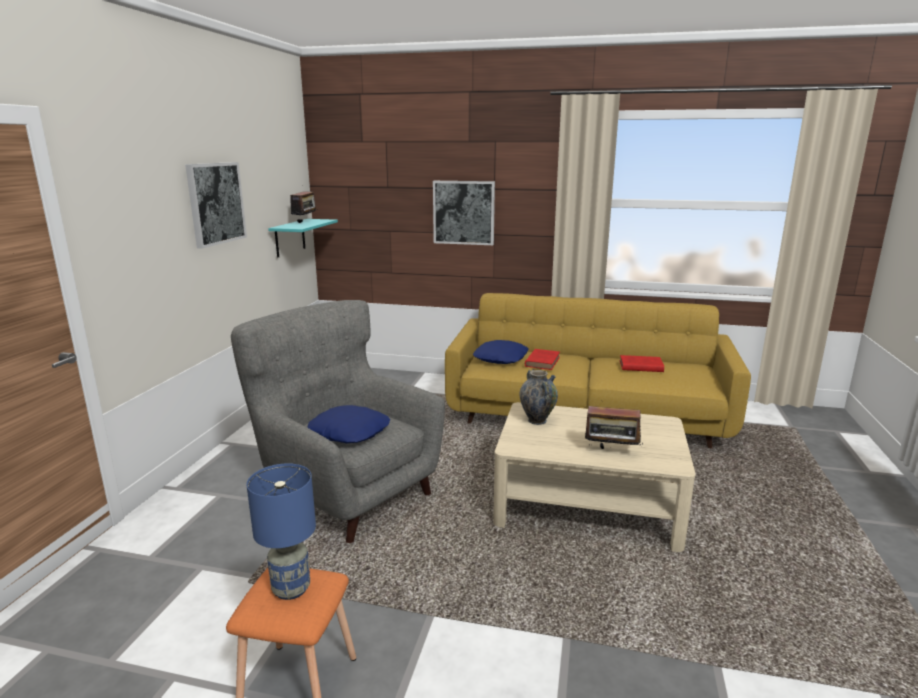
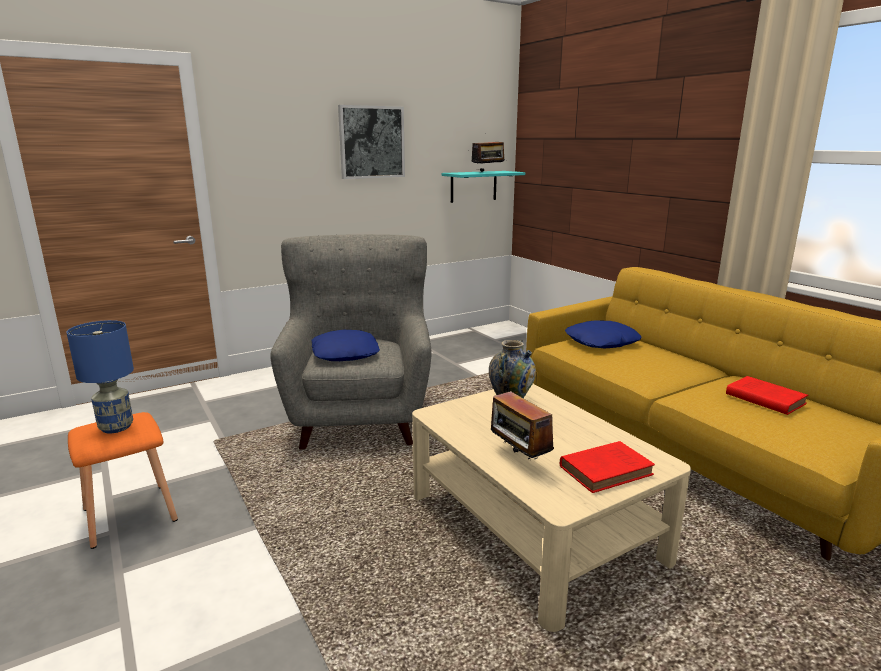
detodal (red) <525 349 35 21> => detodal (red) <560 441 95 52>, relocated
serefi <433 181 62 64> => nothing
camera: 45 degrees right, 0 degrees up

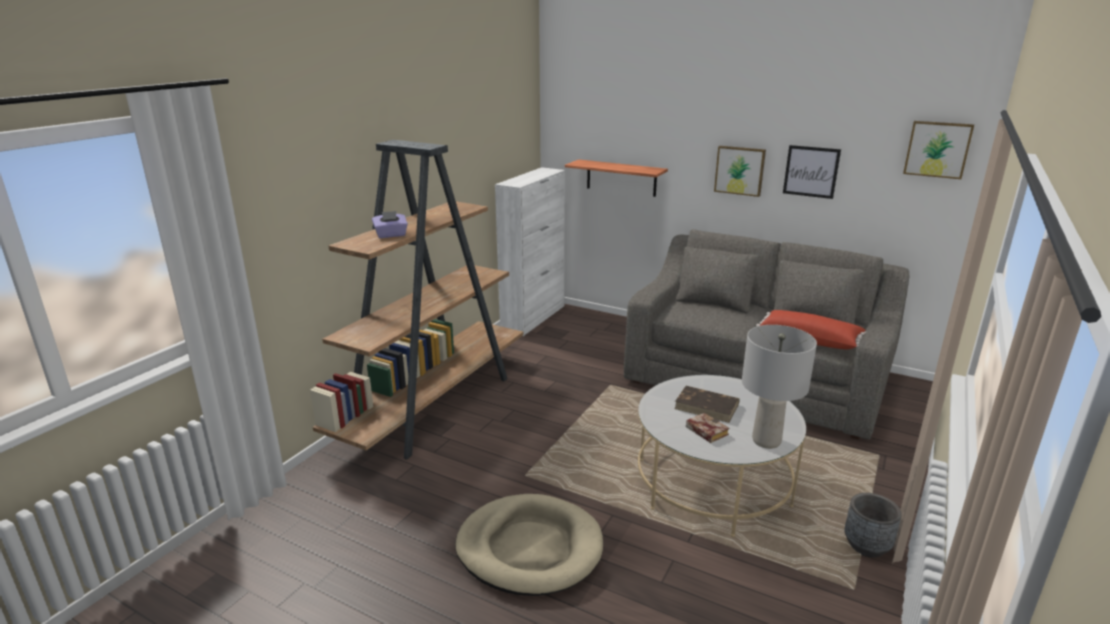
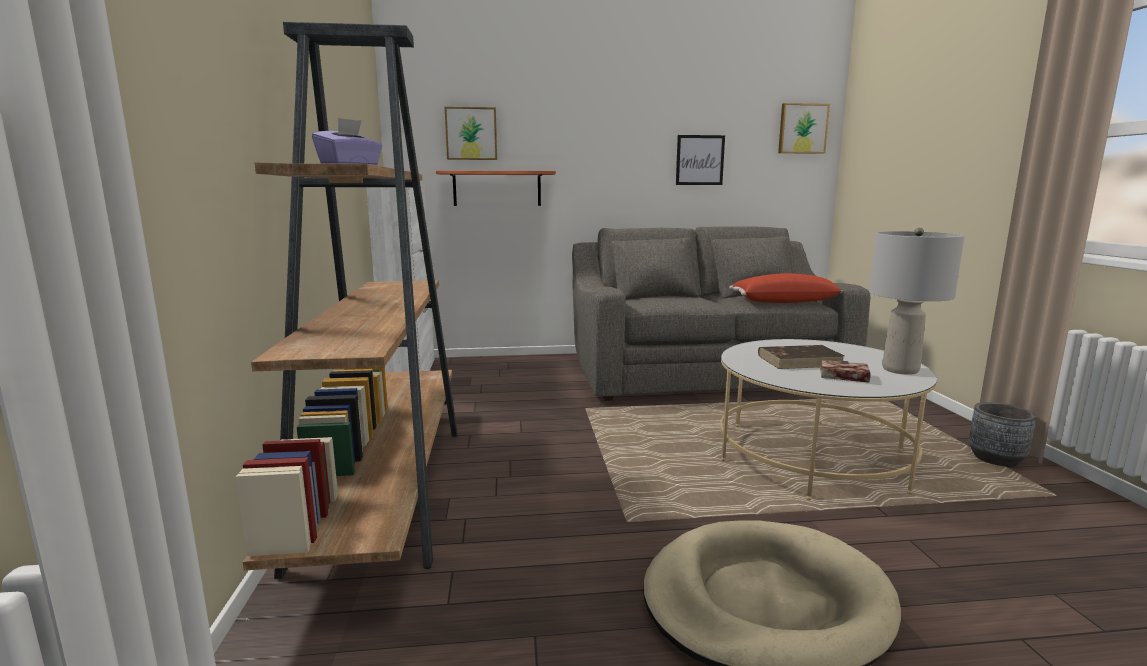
serefi <714 146 52 51> => serefi <445 107 52 53>, relocated
camera: 35 degrees left, 10 degrees down

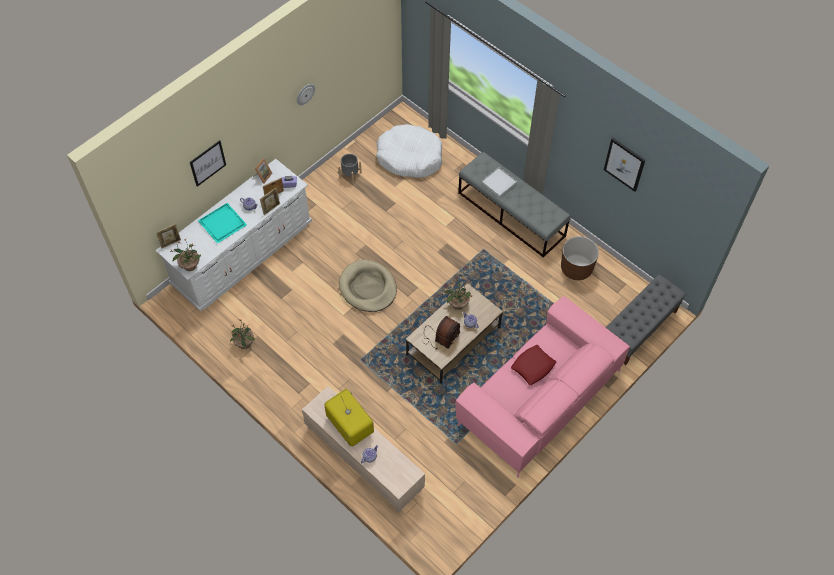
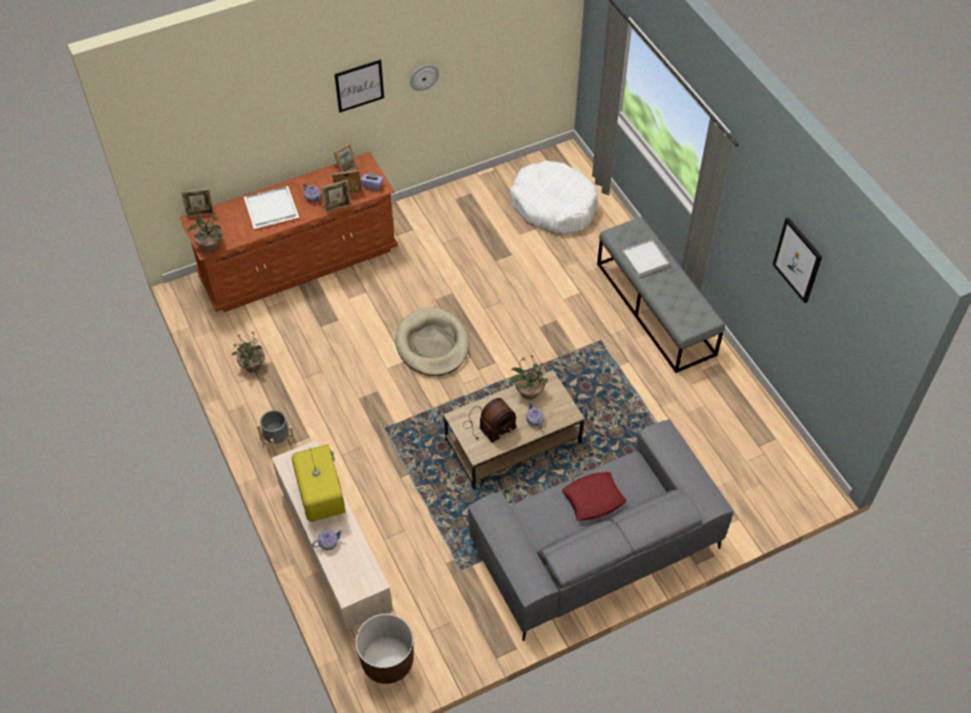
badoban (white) <156 159 156 152> => badoban (brown) <179 152 219 160>
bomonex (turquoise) <198 203 49 41> => bomonex (white) <244 186 55 43>
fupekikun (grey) <338 154 24 30> => fupekikun (grey) <257 410 38 46>, relocated
serefi <190 140 36 47> => serefi <334 59 50 54>, relocated
fupekikun (brown) <561 236 38 44> => fupekikun (brown) <355 614 59 70>, relocated
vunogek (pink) <456 296 174 182> => vunogek (grey) <468 420 266 221>
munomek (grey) <606 274 80 91> => nothing
camera: 20 degrees right, 5 degrees down

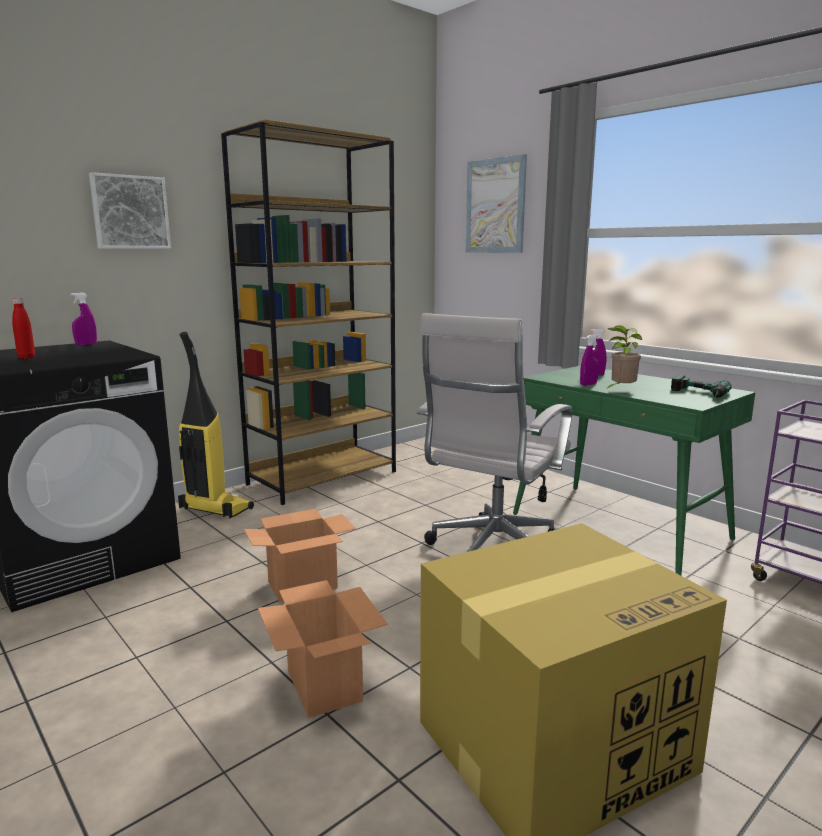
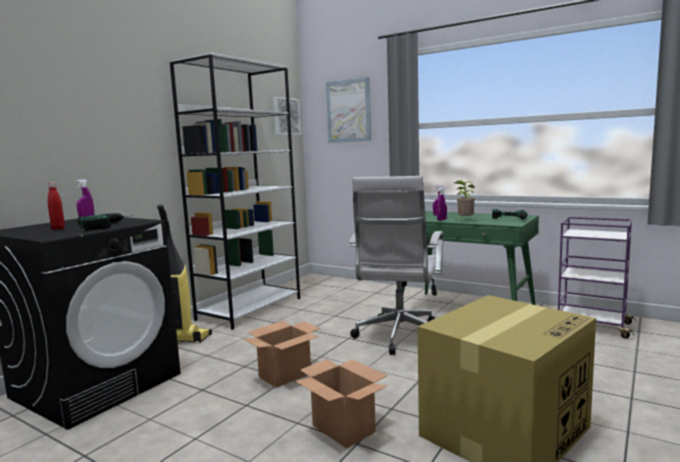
nothing => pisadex <78 213 55 18>
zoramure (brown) <221 119 175 386> => zoramure (white) <170 53 130 277>
serefi <89 172 82 77> => serefi <273 97 28 38>, relocated
camera: 15 degrees left, 5 degrees down

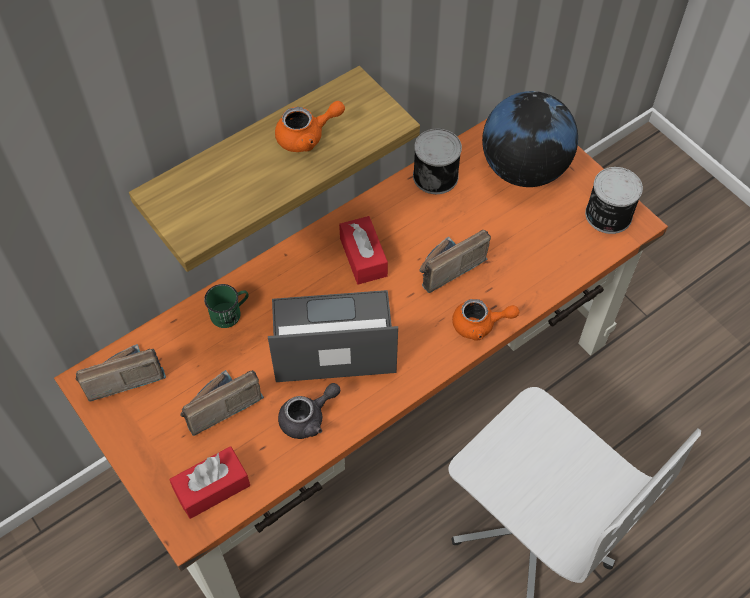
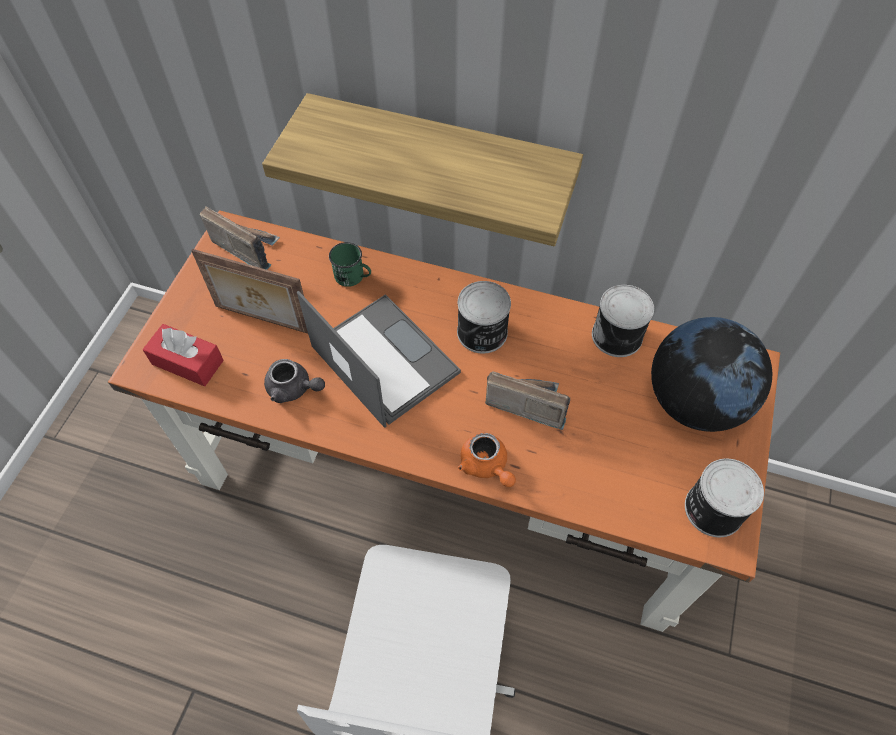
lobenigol <180 370 84 66> => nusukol <191 249 117 85>
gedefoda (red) <339 216 49 69> => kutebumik <457 281 54 72>
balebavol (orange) <275 101 70 51> => nothing
camera: 55 degrees right, 0 degrees up

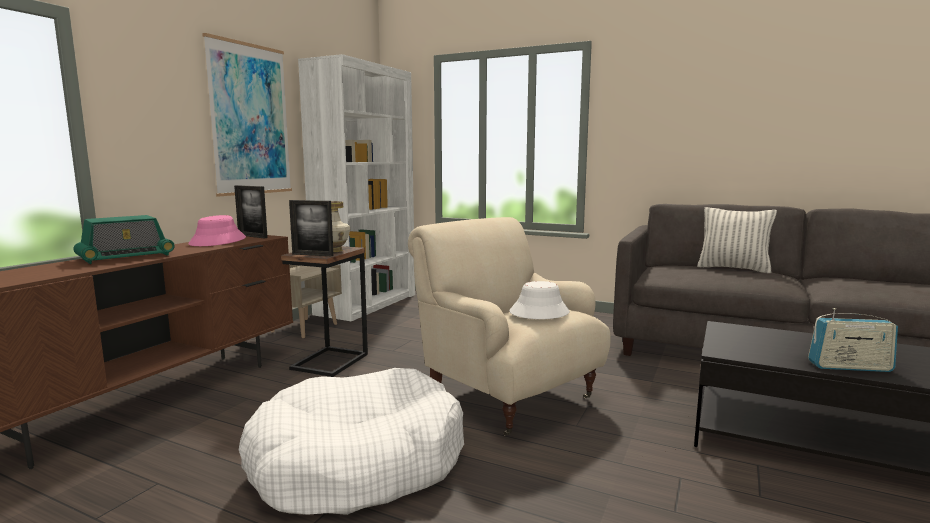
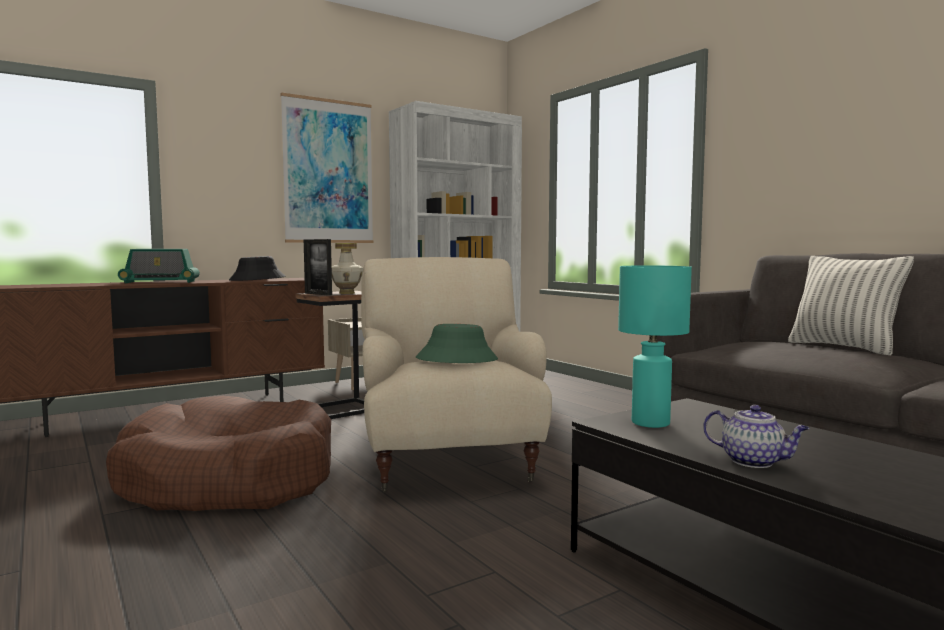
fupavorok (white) <239 368 225 147> => fupavorok (brown) <106 396 225 115>
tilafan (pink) <188 215 58 31> => tilafan (black) <229 256 56 25>
tilafan (white) <509 281 61 38> => tilafan (green) <416 324 82 39>
nothing => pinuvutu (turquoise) <618 266 74 162>
lobenigol <808 308 90 64> => balebavol <703 405 106 63>
nusukol <234 185 34 53> => nothing
camera: 30 degrees right, 5 degrees down

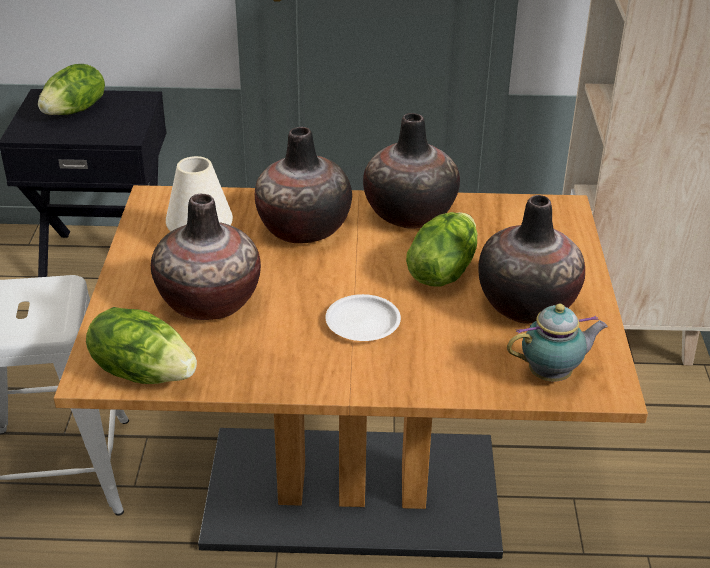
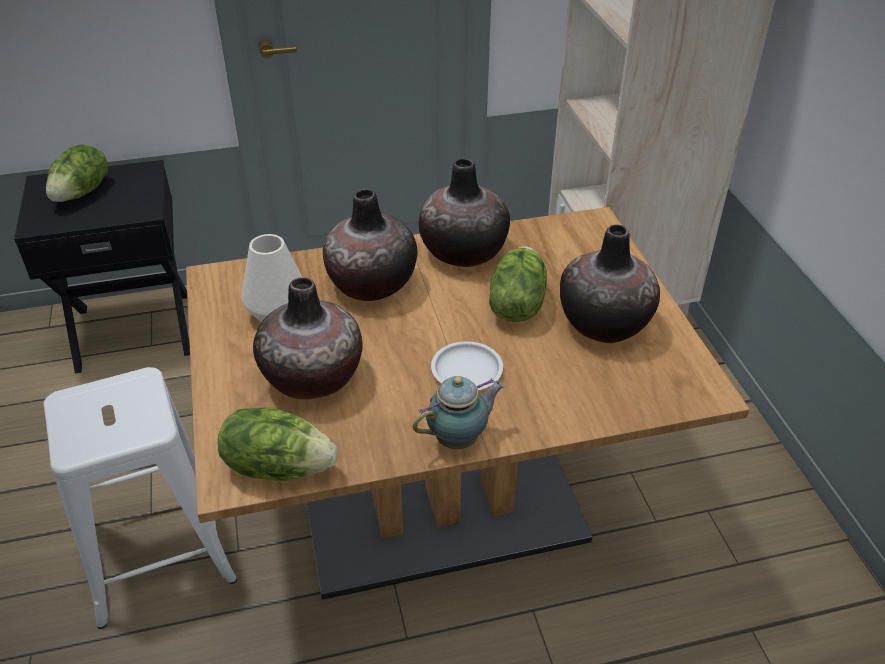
balebavol <507 304 101 78> => balebavol <413 376 91 73>, relocated
camera: 15 degrees left, 5 degrees up

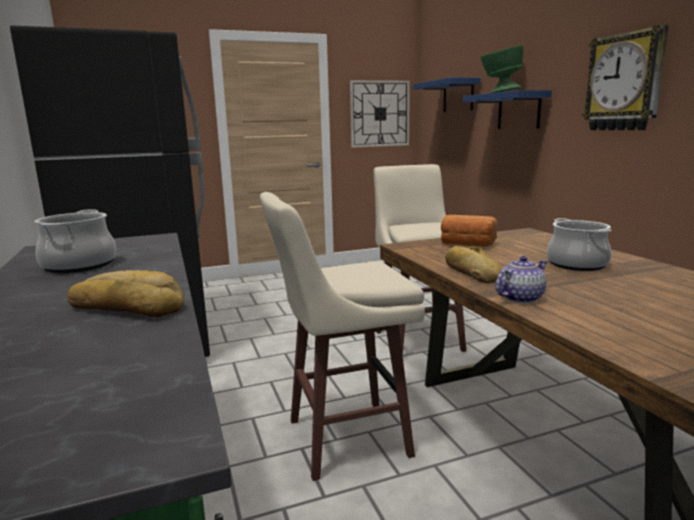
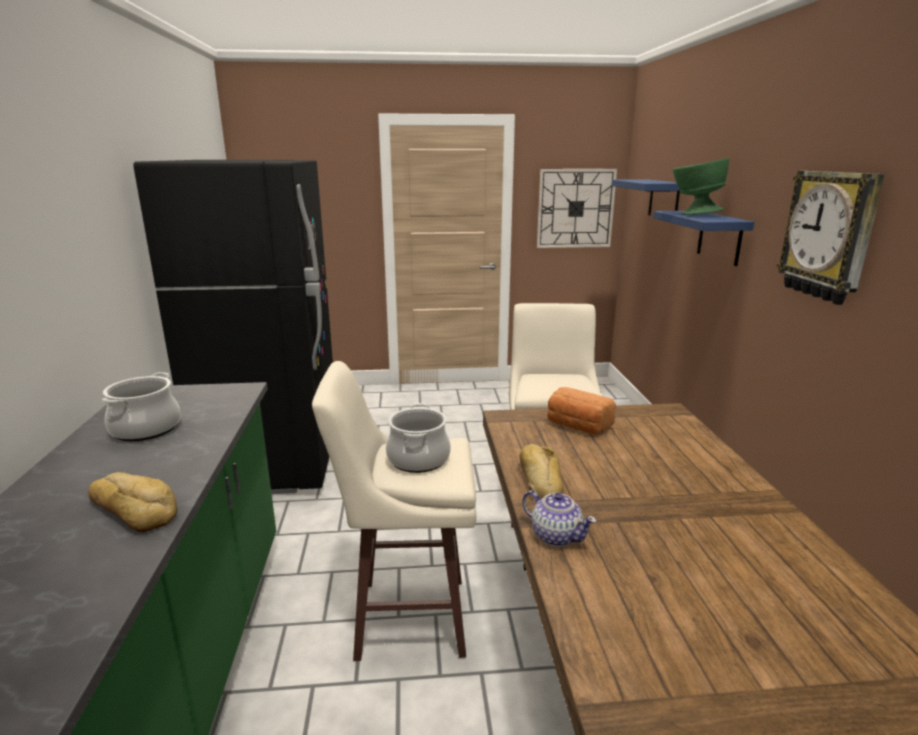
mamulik <547 218 65 53> => mamulik <386 403 65 70>, relocated
balebavol <495 256 53 47> => balebavol <522 490 75 57>, 60 degrees clockwise
camera: 15 degrees right, 5 degrees up

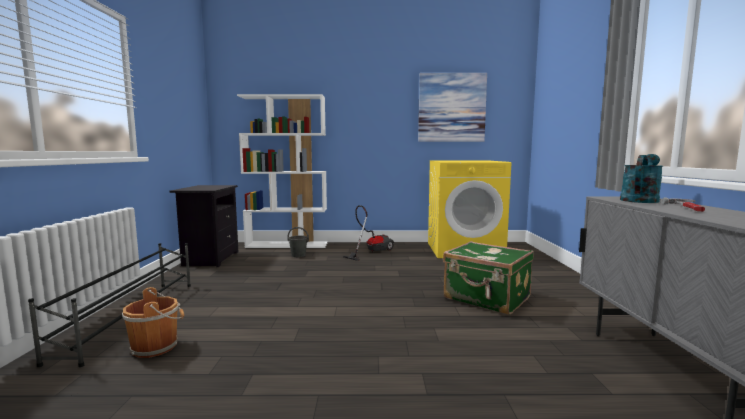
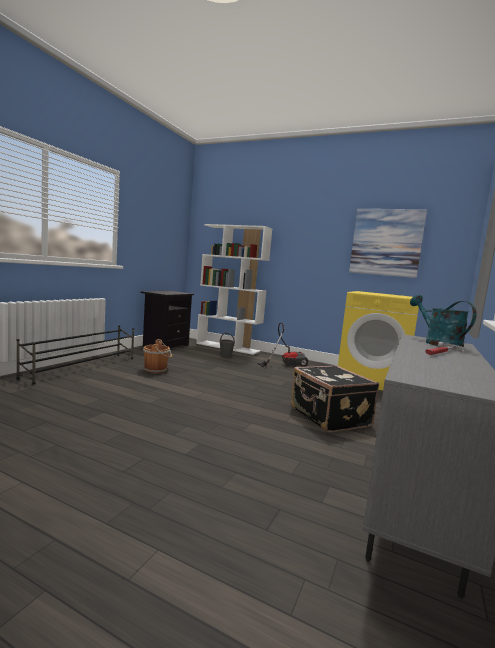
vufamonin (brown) <122 287 62 71> => vufamonin (brown) <143 339 29 35>, relocated
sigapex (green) <443 241 91 74> => sigapex (black) <291 365 88 67>
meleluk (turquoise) <620 154 43 49> => meleluk (turquoise) <410 295 67 52>, 90 degrees counterclockwise
camera: 25 degrees right, 0 degrees up

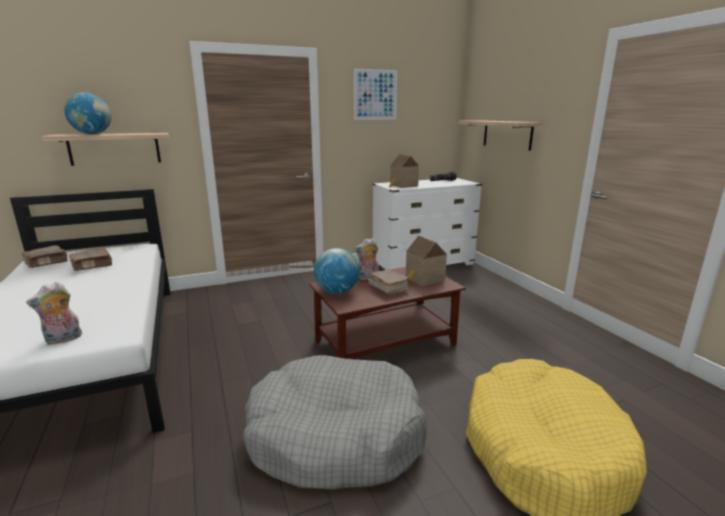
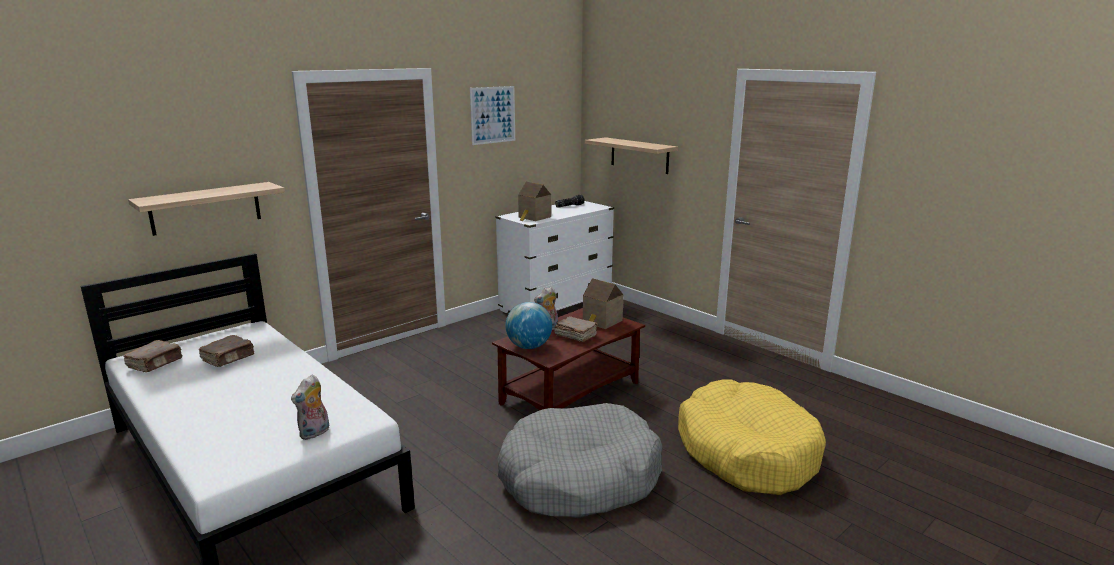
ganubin <64 92 47 43> => nothing
camera: 20 degrees left, 0 degrees up

